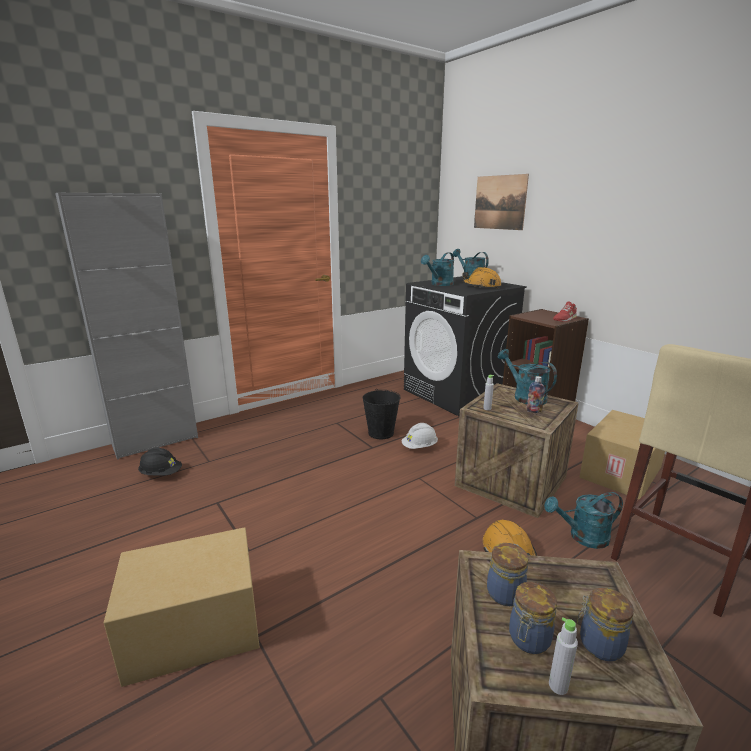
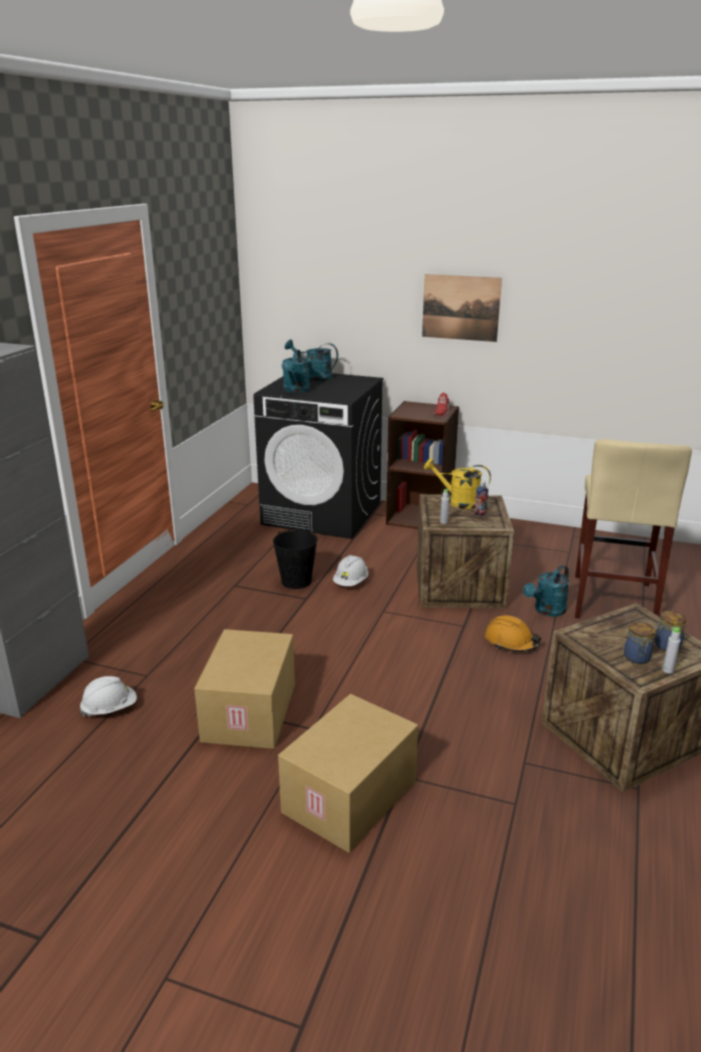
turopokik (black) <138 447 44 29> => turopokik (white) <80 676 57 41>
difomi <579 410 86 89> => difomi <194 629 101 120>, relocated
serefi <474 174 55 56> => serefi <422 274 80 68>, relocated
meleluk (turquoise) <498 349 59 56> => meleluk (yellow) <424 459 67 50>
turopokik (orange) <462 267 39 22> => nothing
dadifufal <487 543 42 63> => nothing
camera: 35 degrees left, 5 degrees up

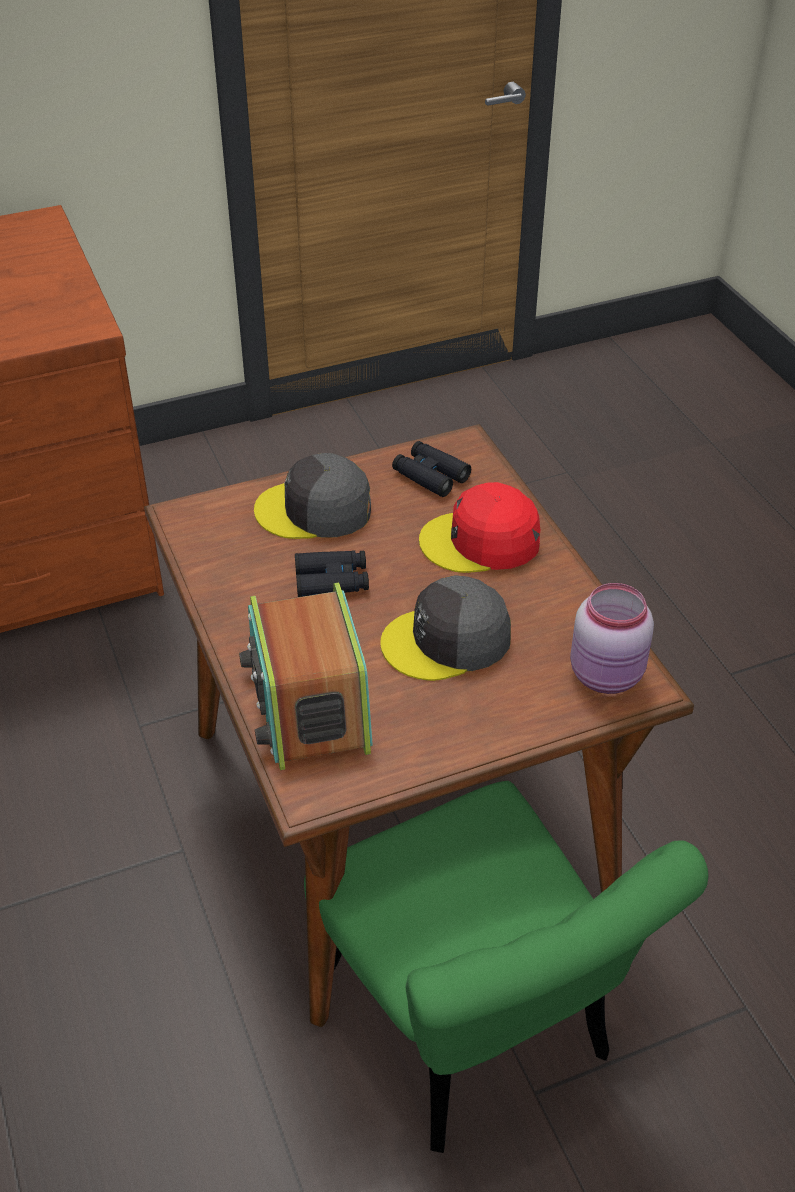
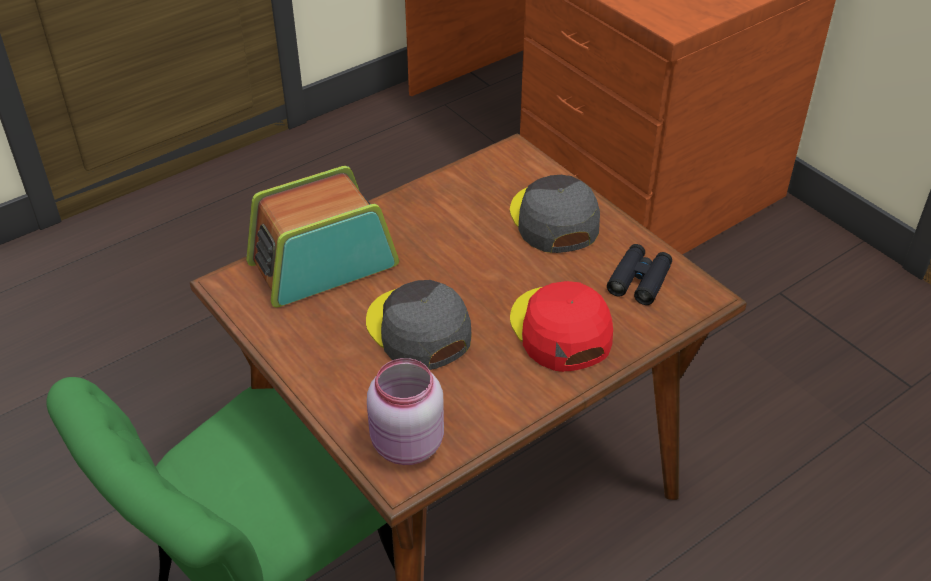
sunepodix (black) <295 550 74 47> => nothing
camera: 75 degrees right, 0 degrees up

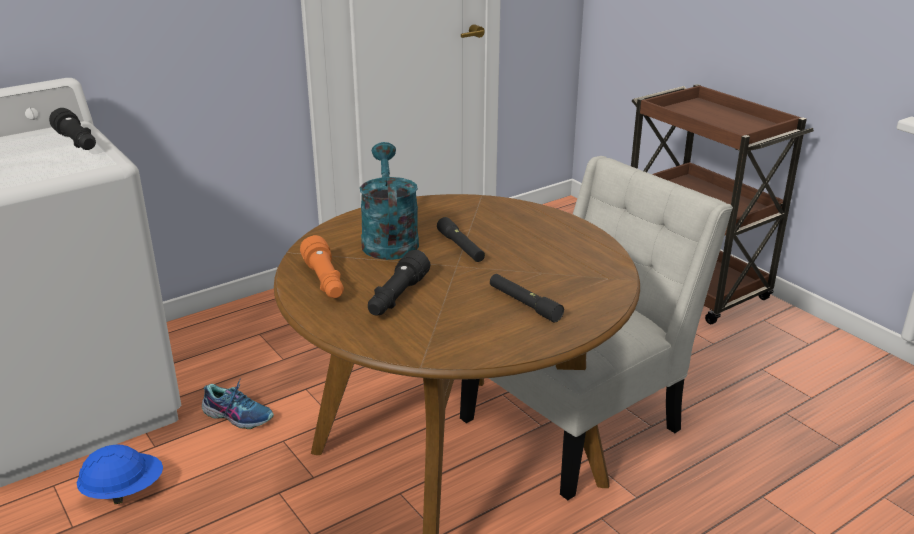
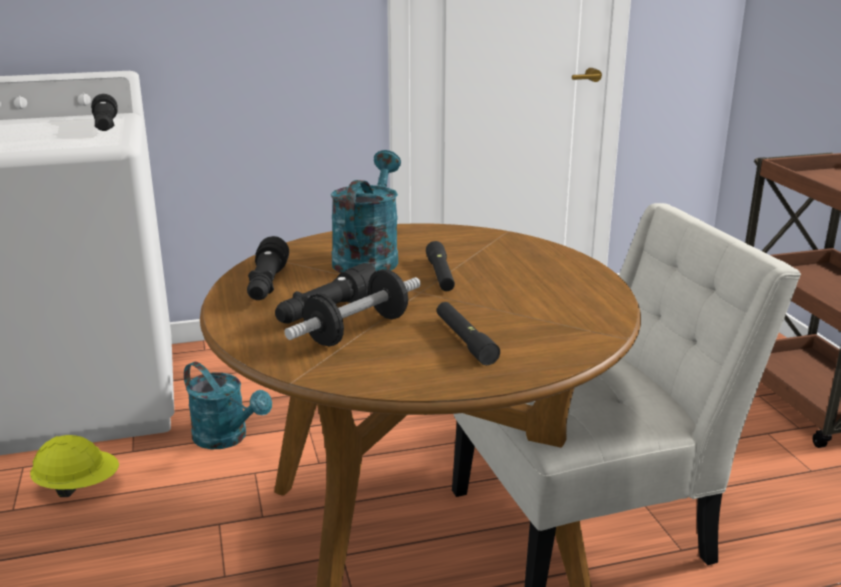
turopokik (blue) <77 444 86 60> => turopokik (yellow) <30 435 89 62>
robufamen <202 378 72 51> => meleluk (turquoise) <184 362 88 87>
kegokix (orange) <300 235 44 63> => kegokix (black) <247 236 42 64>
nothing => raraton <284 269 137 78>
camera: 20 degrees right, 5 degrees down

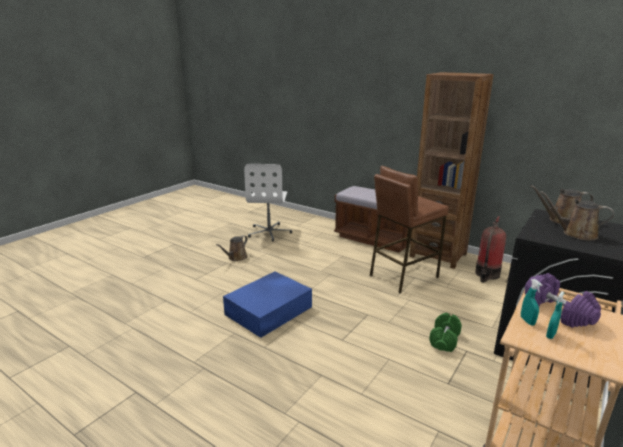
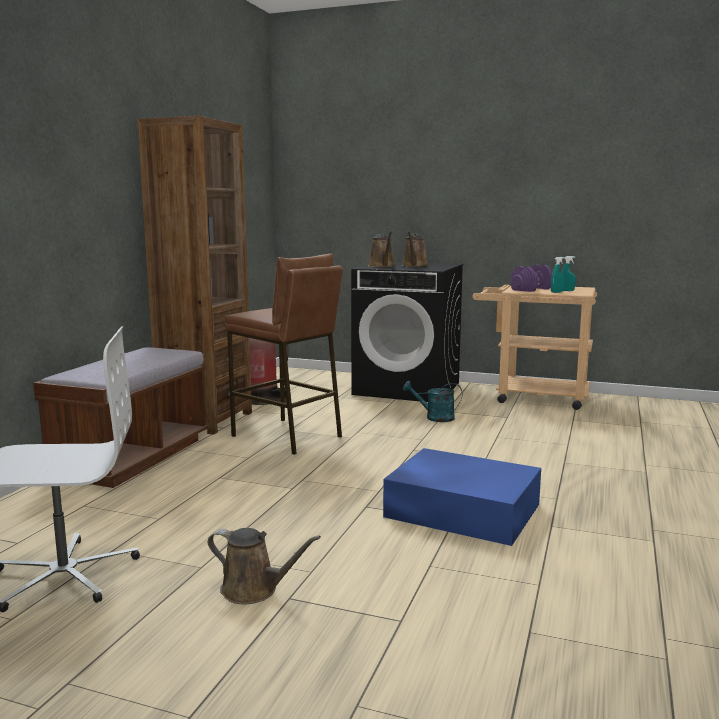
raraton (green) <429 313 33 39> => meleluk (turquoise) <403 381 59 41>
camera: 105 degrees left, 10 degrees down

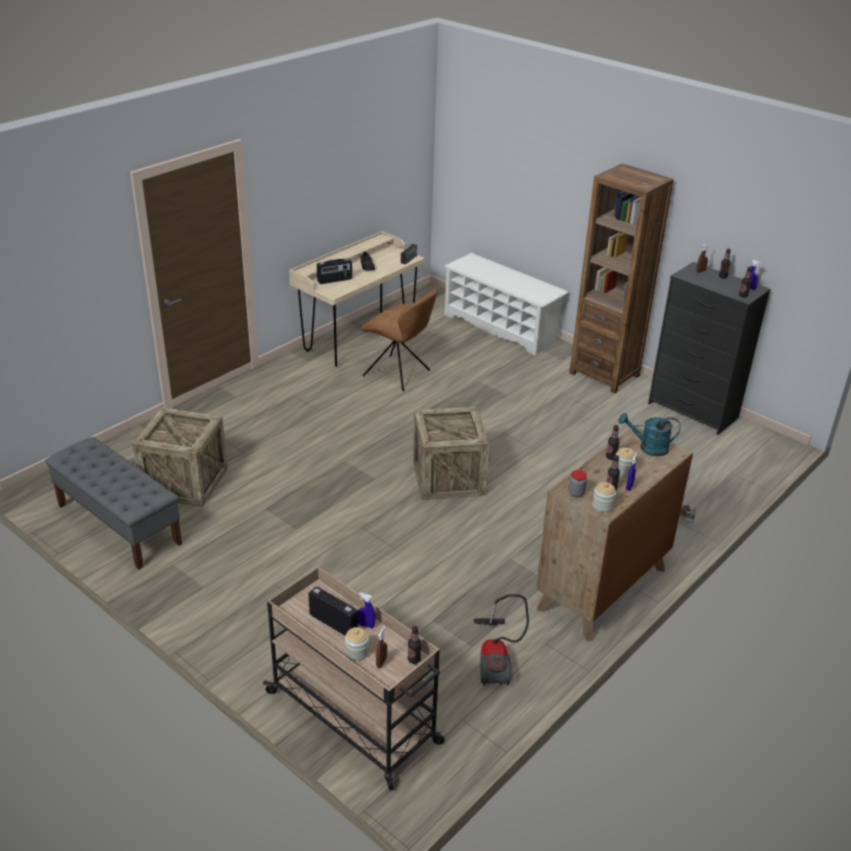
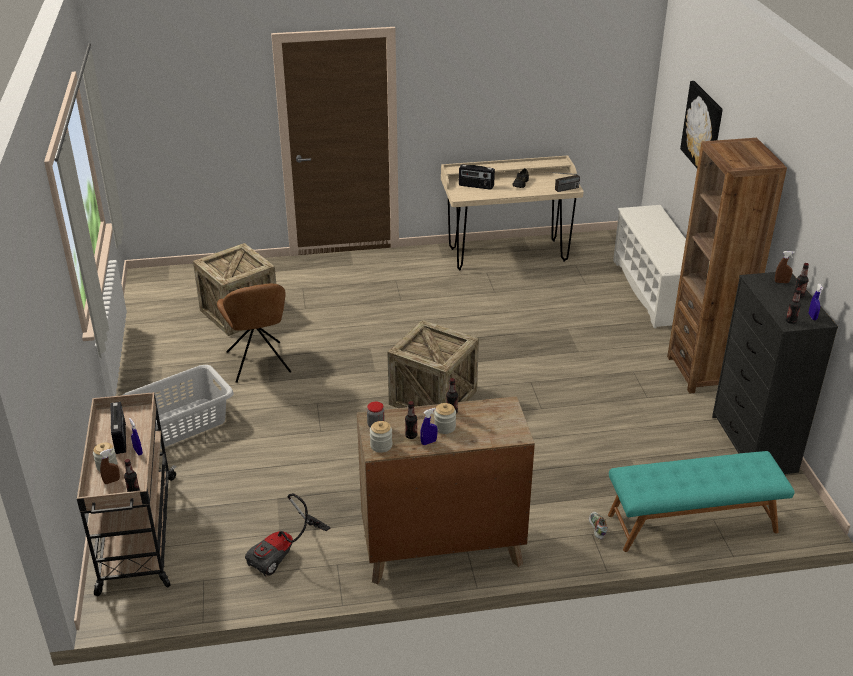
nothing => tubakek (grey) <123 365 111 84>
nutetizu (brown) <361 289 77 102> => nutetizu (brown) <217 283 74 100>, relocated
nothing => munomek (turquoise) <608 451 187 101>
nothing => serefi <680 81 43 87>
munomek (grey) <45 437 137 133> => nothing
meleluk (turquoise) <618 413 62 43> => nothing
camera: 40 degrees right, 0 degrees up

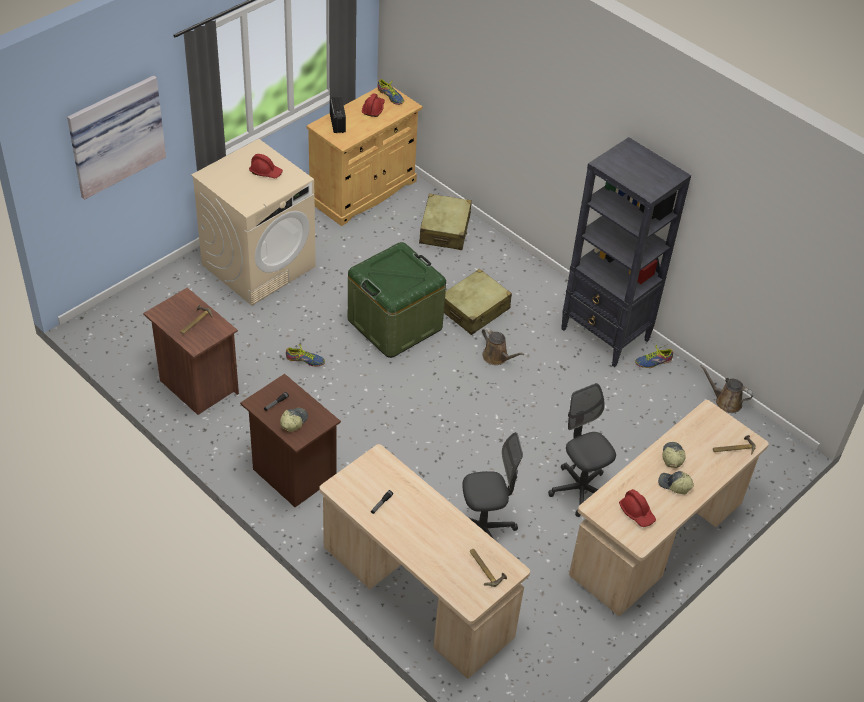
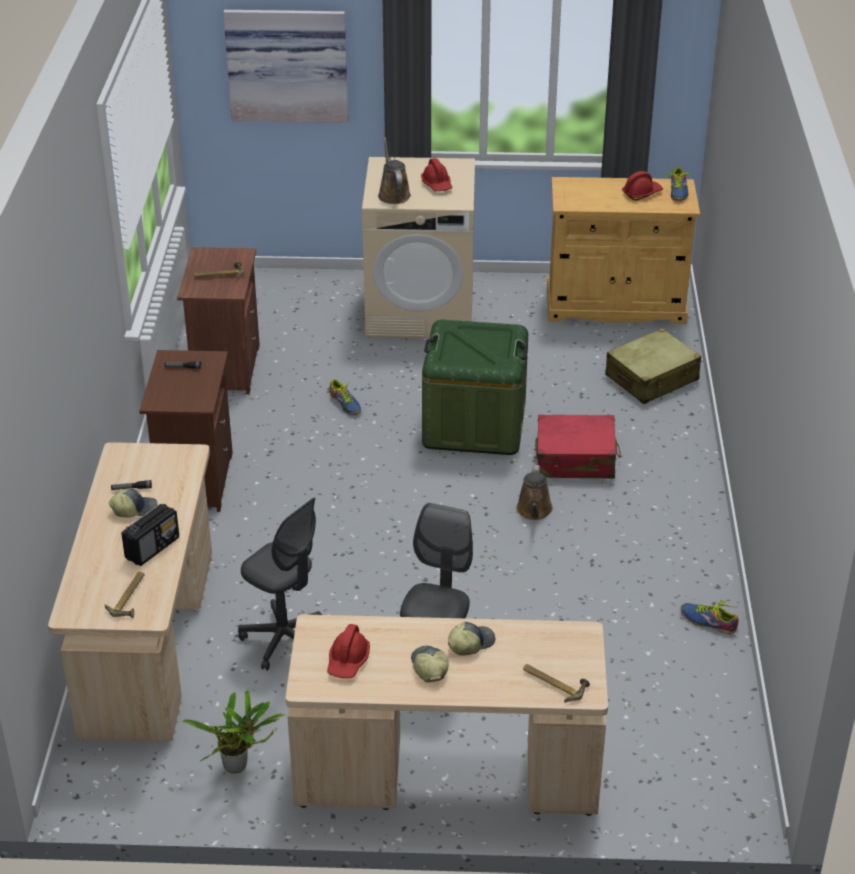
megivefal <280 408 28 24> => megivefal <109 488 48 30>, relocated
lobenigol <330 97 16 36> => lobenigol <121 504 58 62>, relocated
nothing => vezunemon <182 690 103 84>
meleluk (brown) <701 365 52 48> => meleluk (brown) <378 137 33 67>, relocated
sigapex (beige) <444 269 68 66> => sigapex (red) <535 415 86 64>
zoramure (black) <561 137 130 230> => nothing
camera: 50 degrees right, 10 degrees down

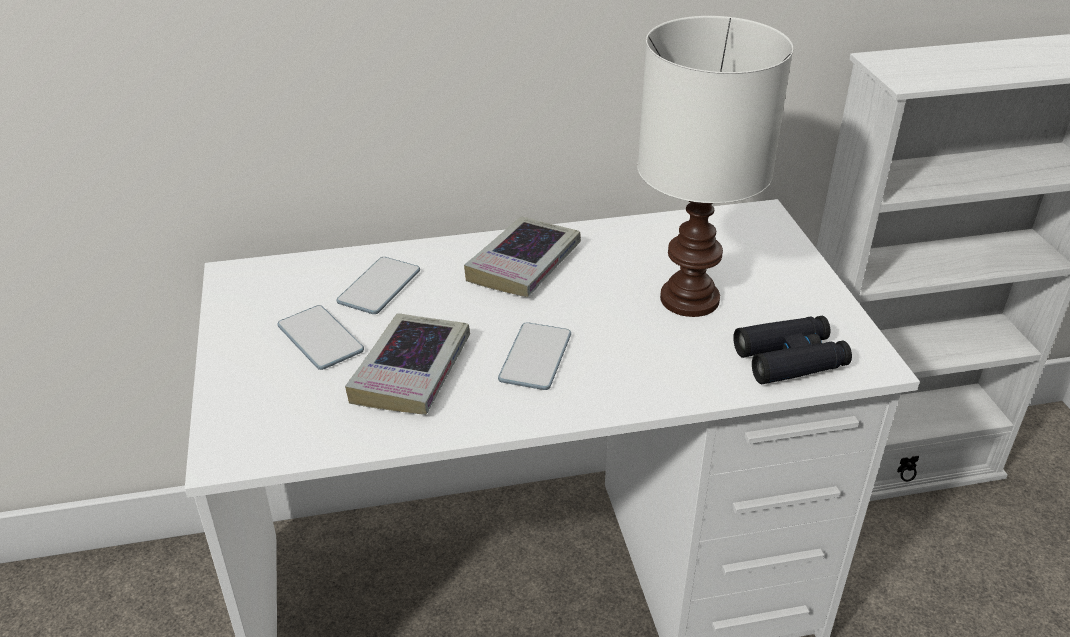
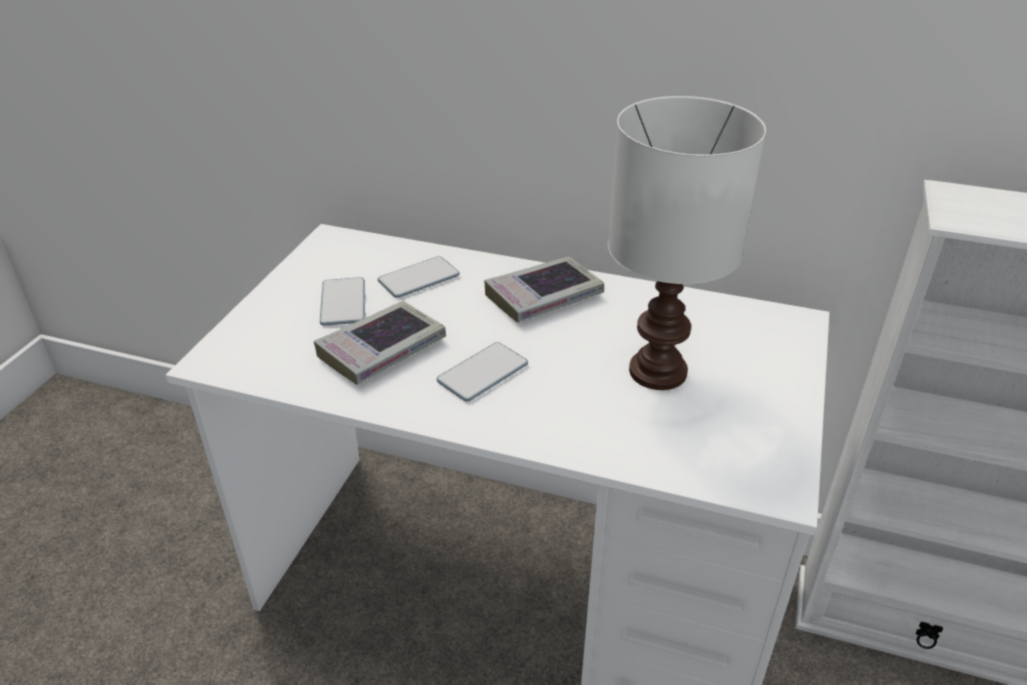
sunepodix (black) <733 316 119 68> => nothing
camera: 30 degrees right, 0 degrees up

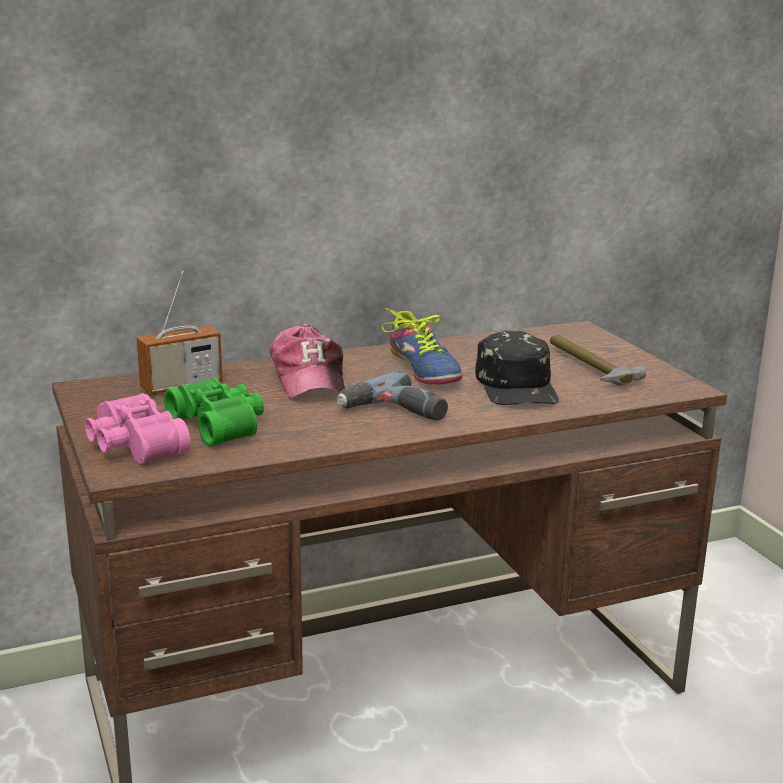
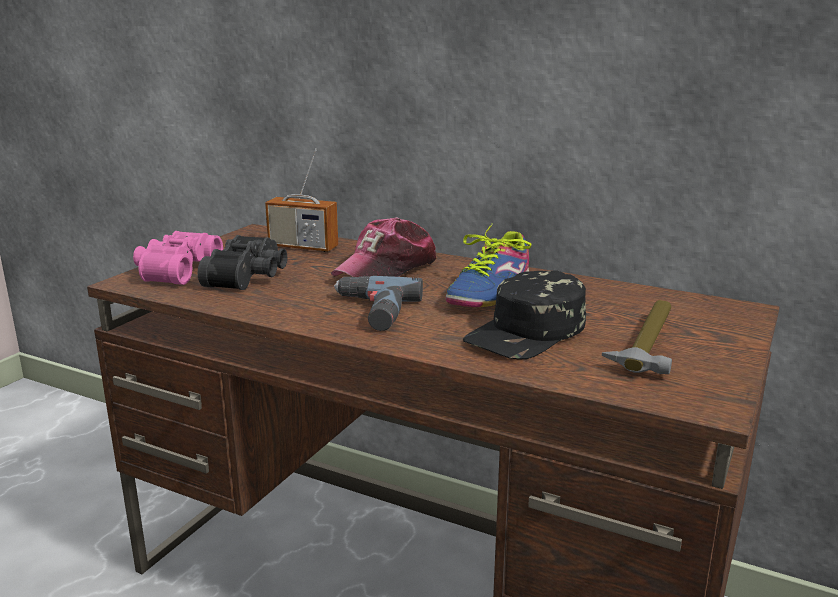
sunepodix (green) <164 378 100 68> => sunepodix (black) <198 235 89 55>
camera: 50 degrees right, 0 degrees up

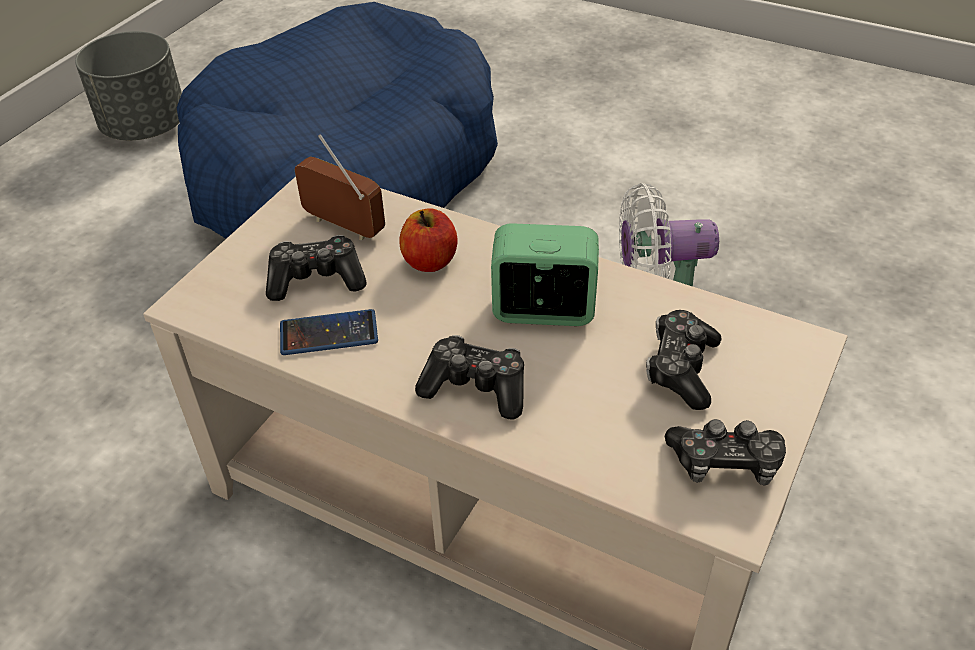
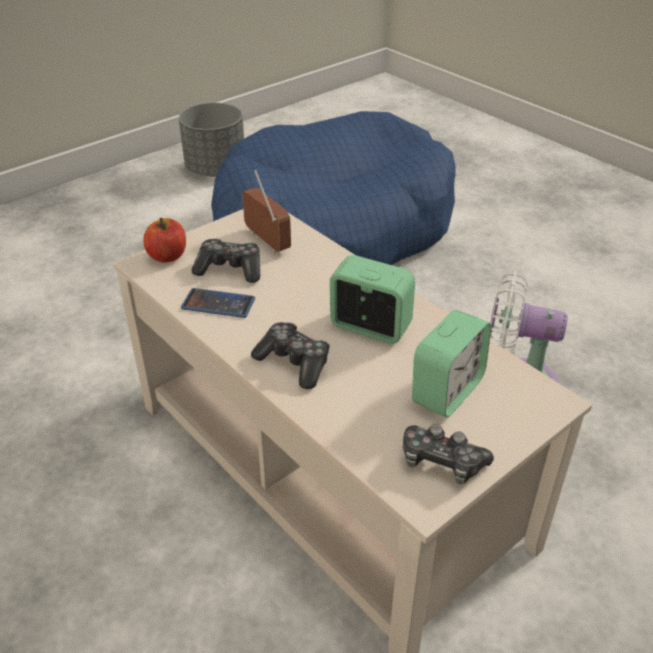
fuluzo <399 209 59 63> => fuluzo <143 218 43 45>, relocated
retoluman <646 310 76 100> => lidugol <412 310 79 107>
camera: 20 degrees right, 5 degrees down

